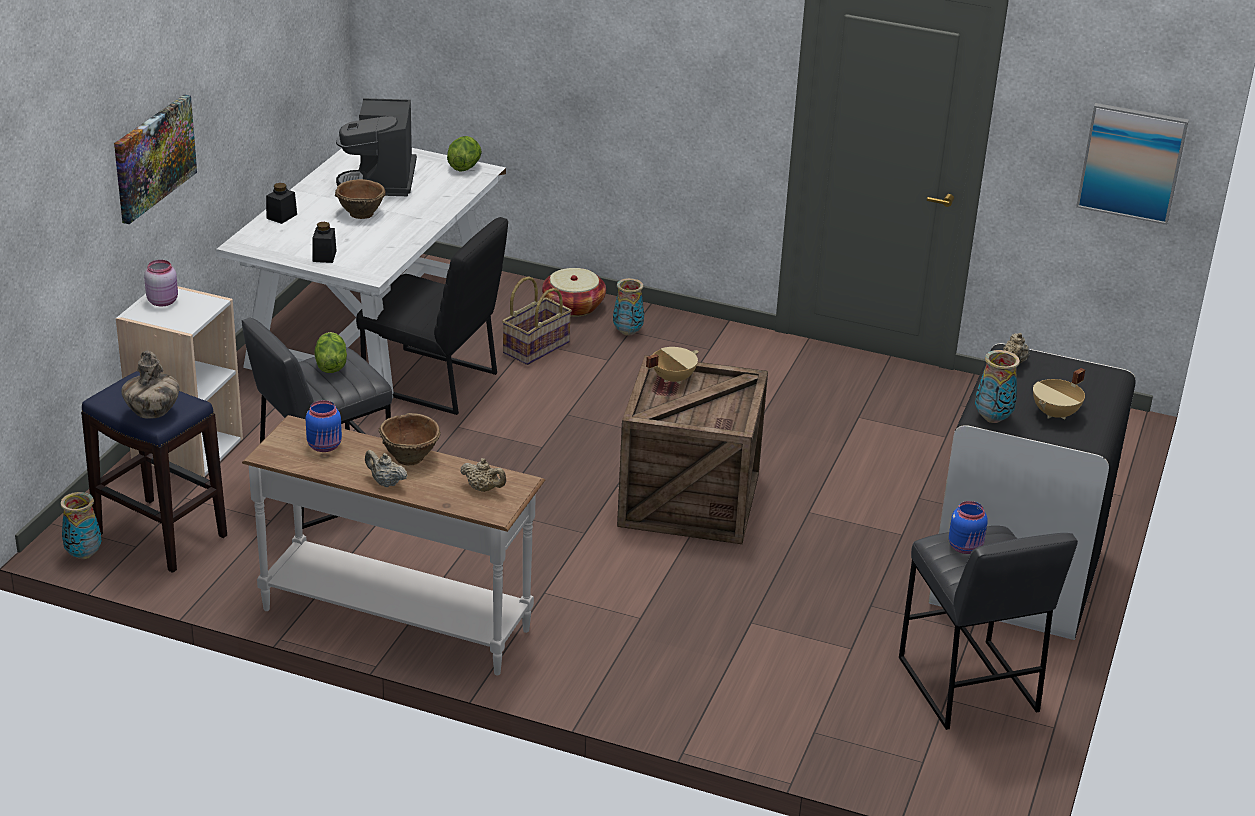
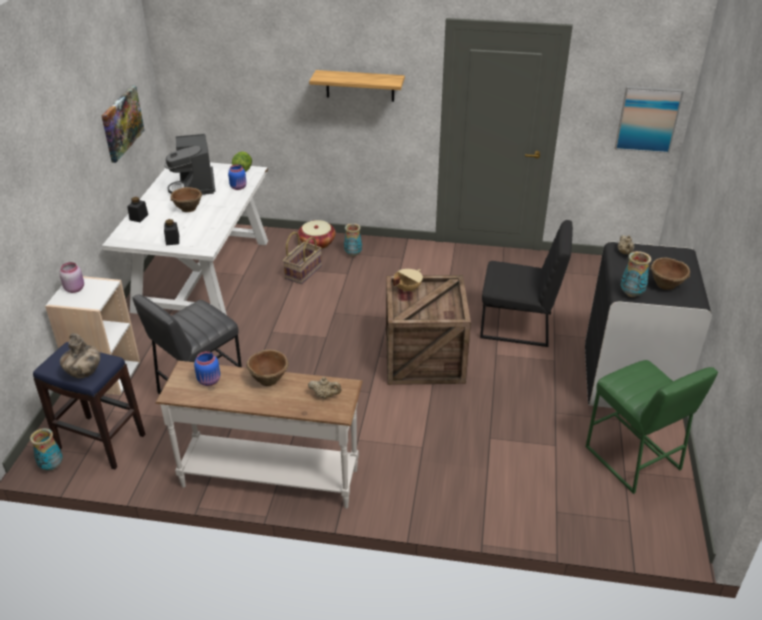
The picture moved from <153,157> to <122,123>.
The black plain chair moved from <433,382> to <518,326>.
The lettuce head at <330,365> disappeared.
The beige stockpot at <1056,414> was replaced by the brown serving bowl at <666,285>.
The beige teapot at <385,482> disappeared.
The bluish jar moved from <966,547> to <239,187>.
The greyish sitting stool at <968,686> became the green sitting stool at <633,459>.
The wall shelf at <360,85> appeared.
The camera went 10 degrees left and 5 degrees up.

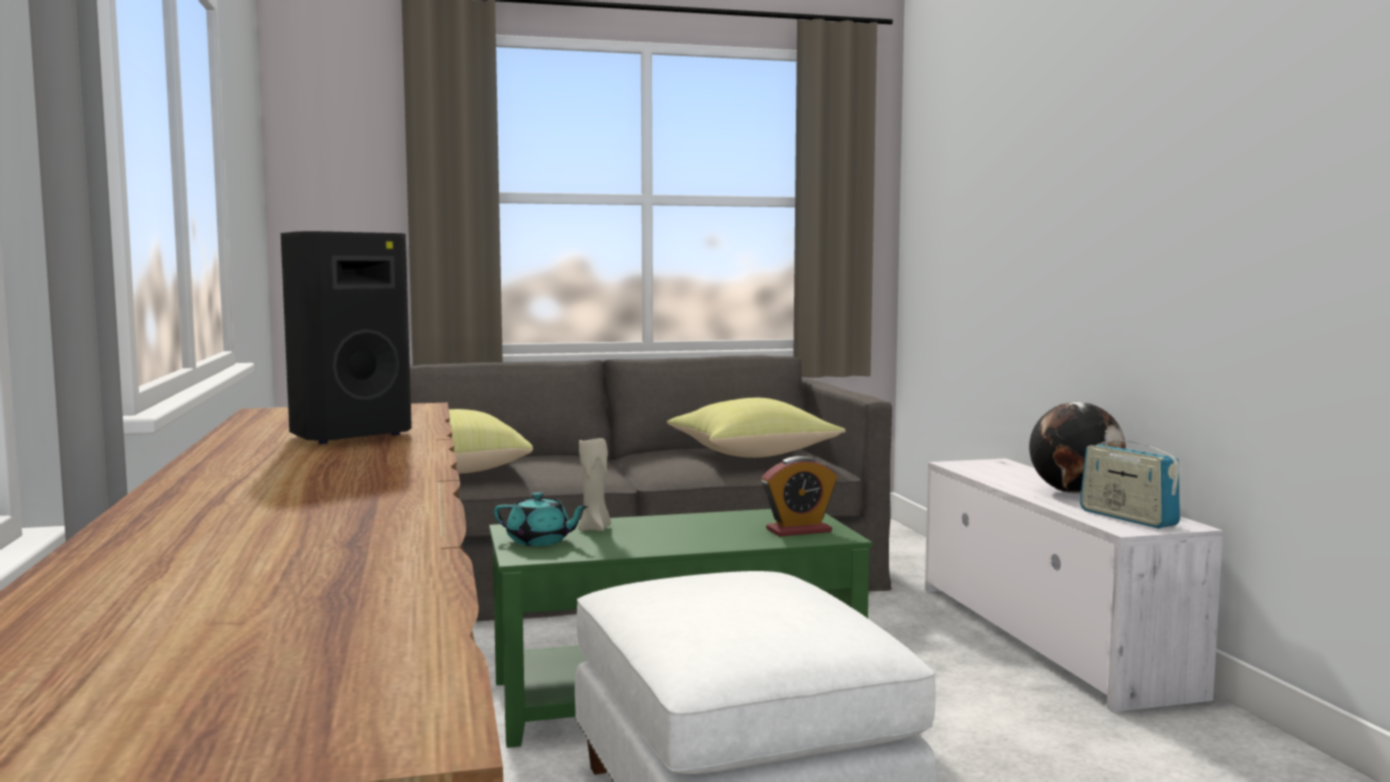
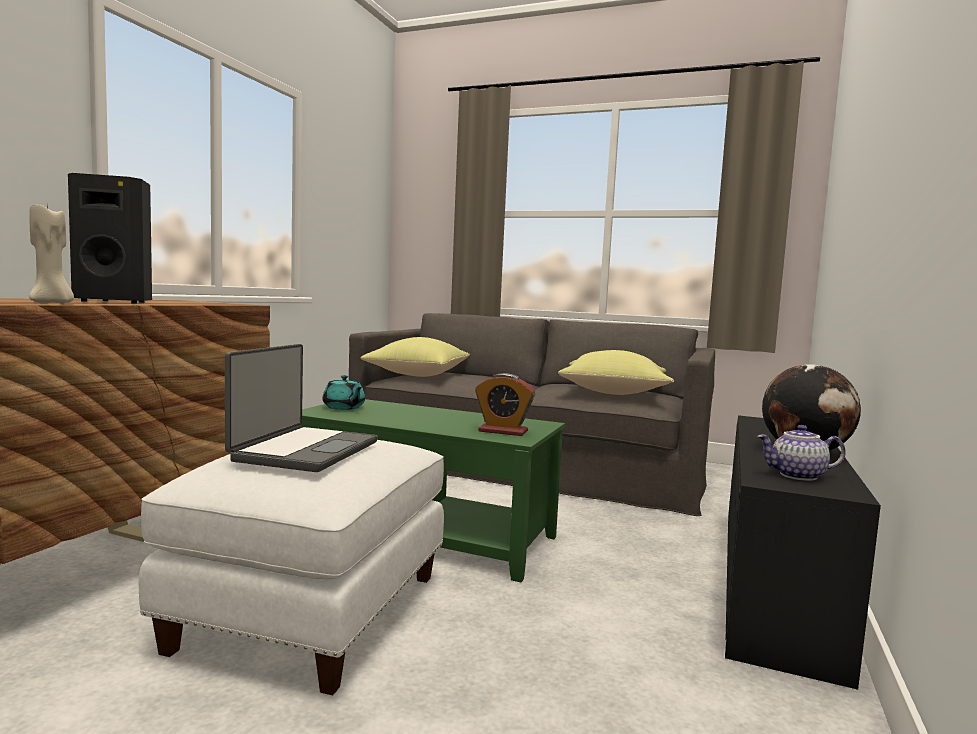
The radio at <1127,518> was replaced by the teapot at <797,476>.
The beige wax candle moved from <595,529> to <52,303>.
The white-coloured tv unit at <1049,637> became the black tv unit at <776,584>.
The laptop at <304,451> appeared.
The camera went 35 degrees right and 0 degrees up.

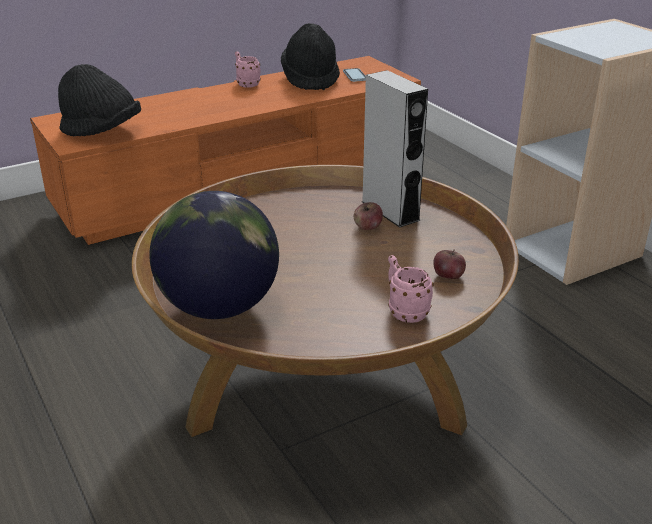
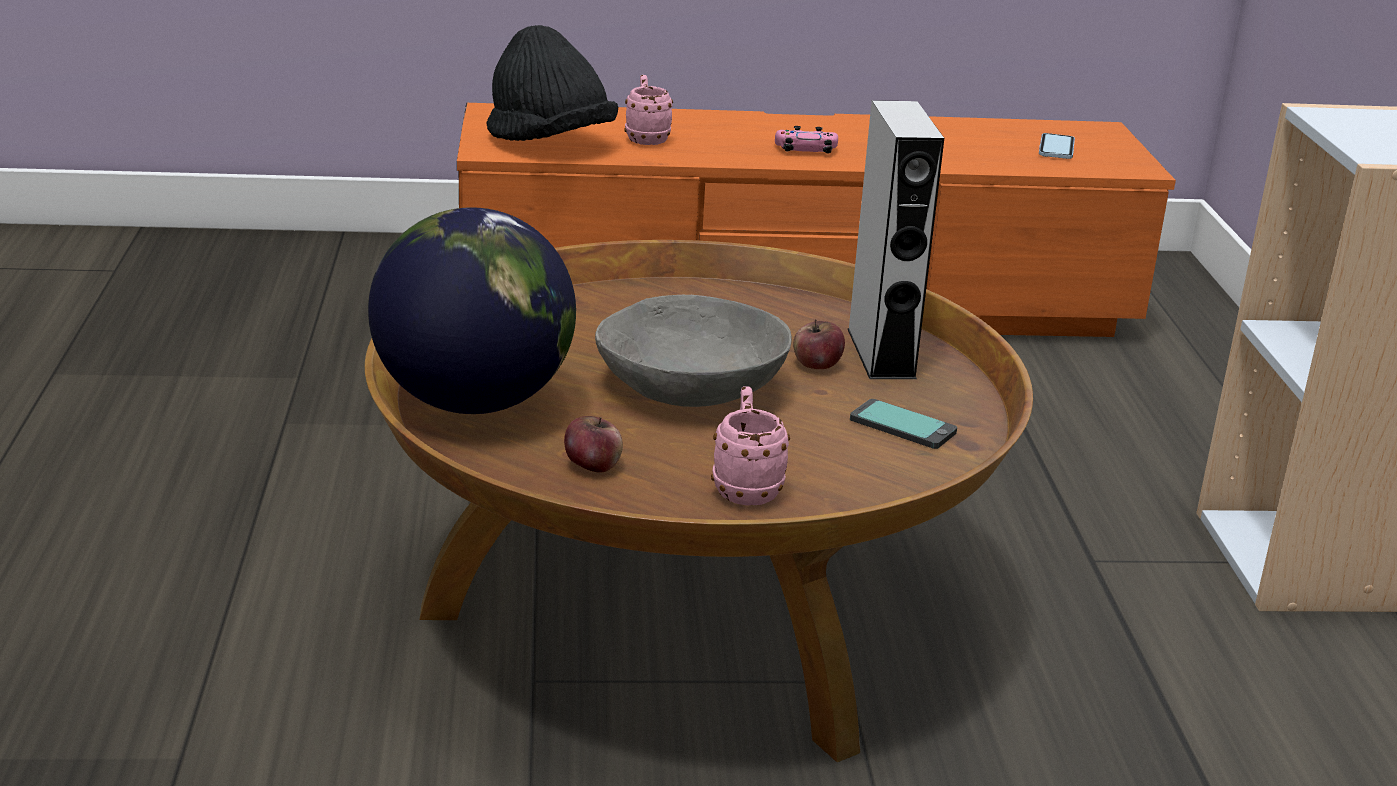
The black hat at <310,79> disappeared.
The pink tea mug moved from <246,84> to <646,138>.
The whole apple moved from <448,276> to <593,466>.
The pink game controller at <806,150> appeared.
The greyish serving bowl at <692,388> appeared.
The handset at <903,426> appeared.
The camera went 25 degrees right and 5 degrees down.

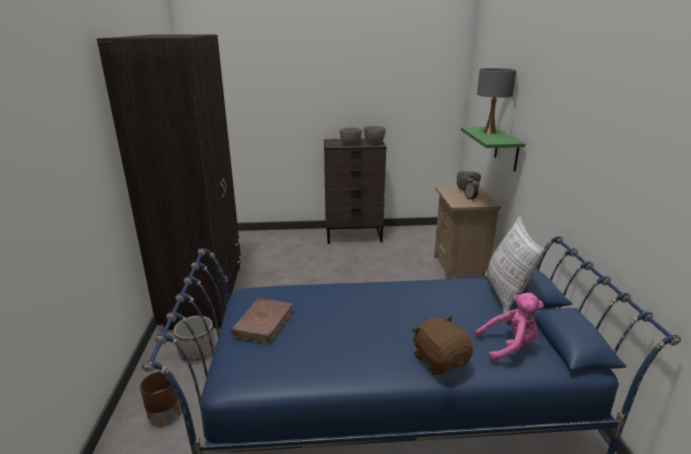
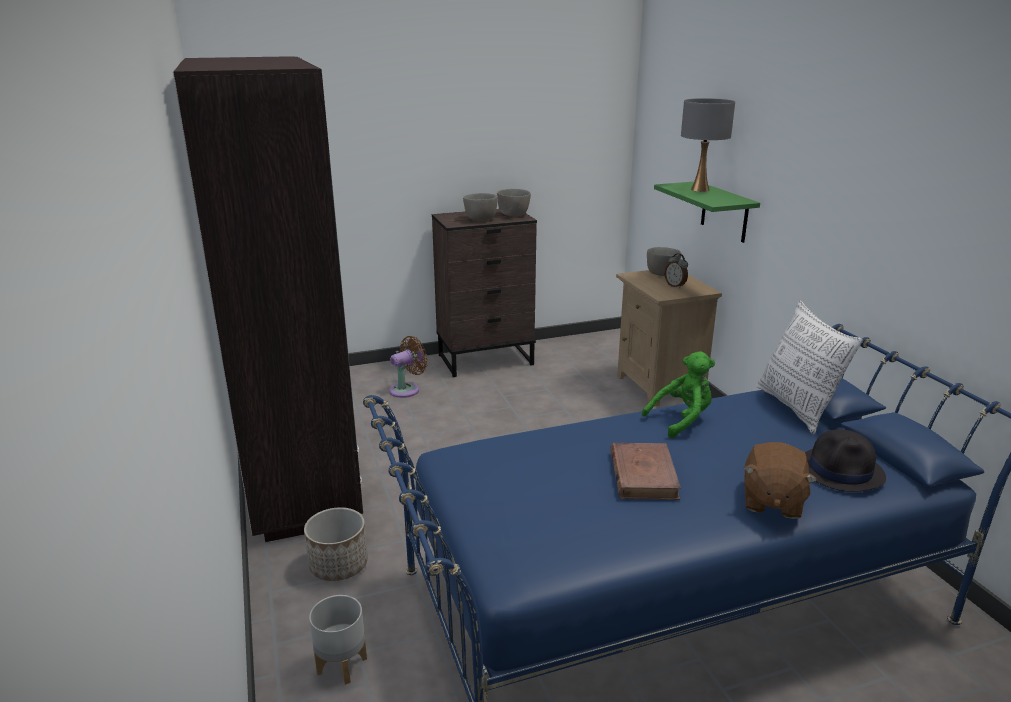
The pink cuddly toy at <509,346> was replaced by the black hat at <841,471>.
The brown book moved from <263,323> to <643,475>.
The brown cuddly toy at <440,360> turned 120 degrees counterclockwise.
The brown planter at <164,415> became the greyish planter at <341,665>.
The brown fan at <407,389> appeared.
The green cuddly toy at <681,420> appeared.
The camera went 15 degrees left and 0 degrees up.

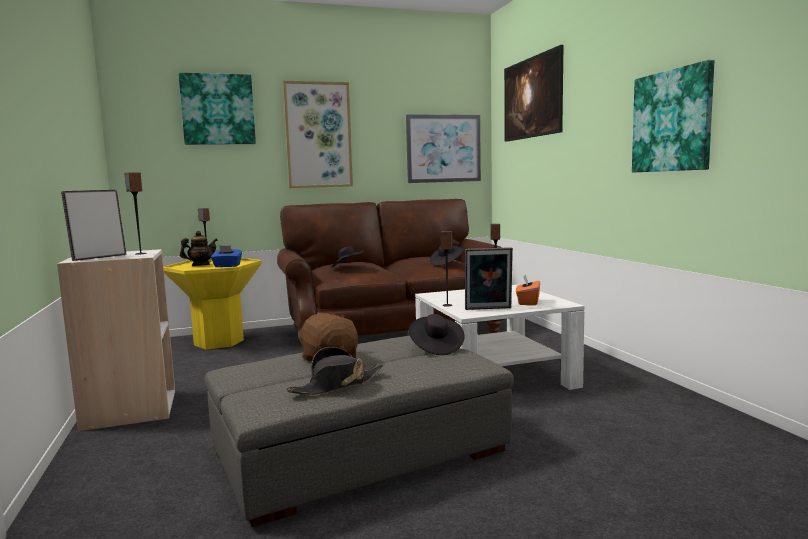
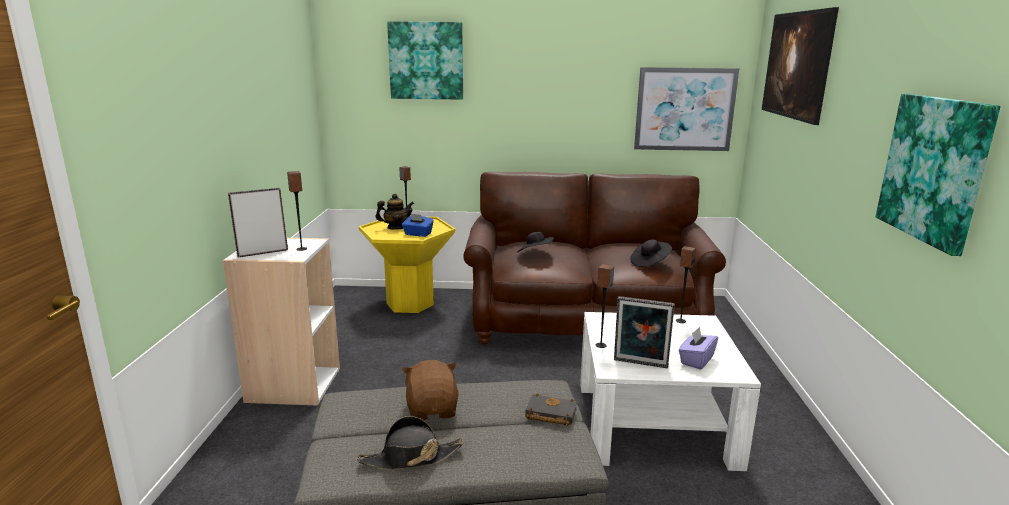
The picture at <318,135> disappeared.
The orange-coloured tissue holder at <527,302> became the purplish tissue holder at <696,360>.
The black hat at <435,347> was replaced by the black book at <549,414>.
The camera went 20 degrees right and 10 degrees up.

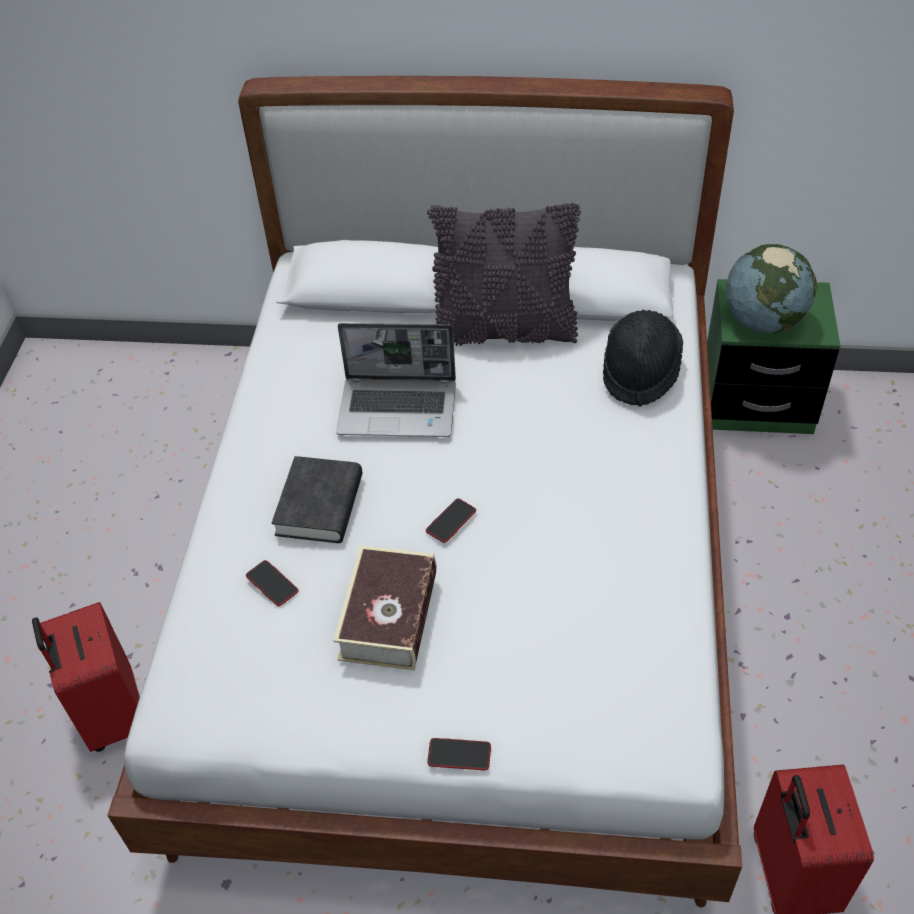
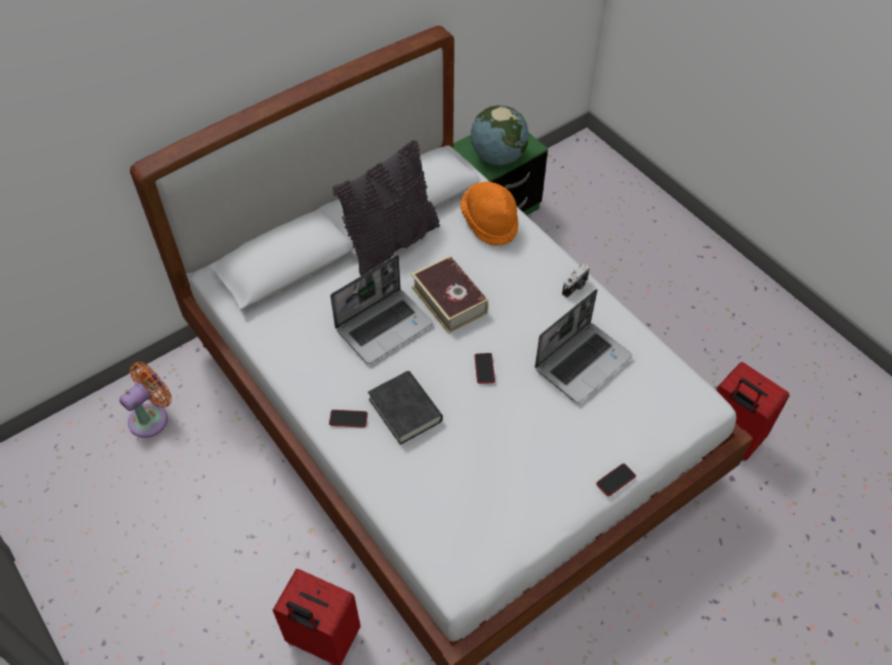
The black hat at <640,372> became the orange-coloured hat at <490,222>.
The book moved from <389,616> to <449,300>.
The handset moved from <272,584> to <348,419>.
The still camera at <575,287> appeared.
The laptop at <583,361> appeared.
The orange-coloured fan at <152,417> appeared.
The camera went 45 degrees left and 5 degrees up.

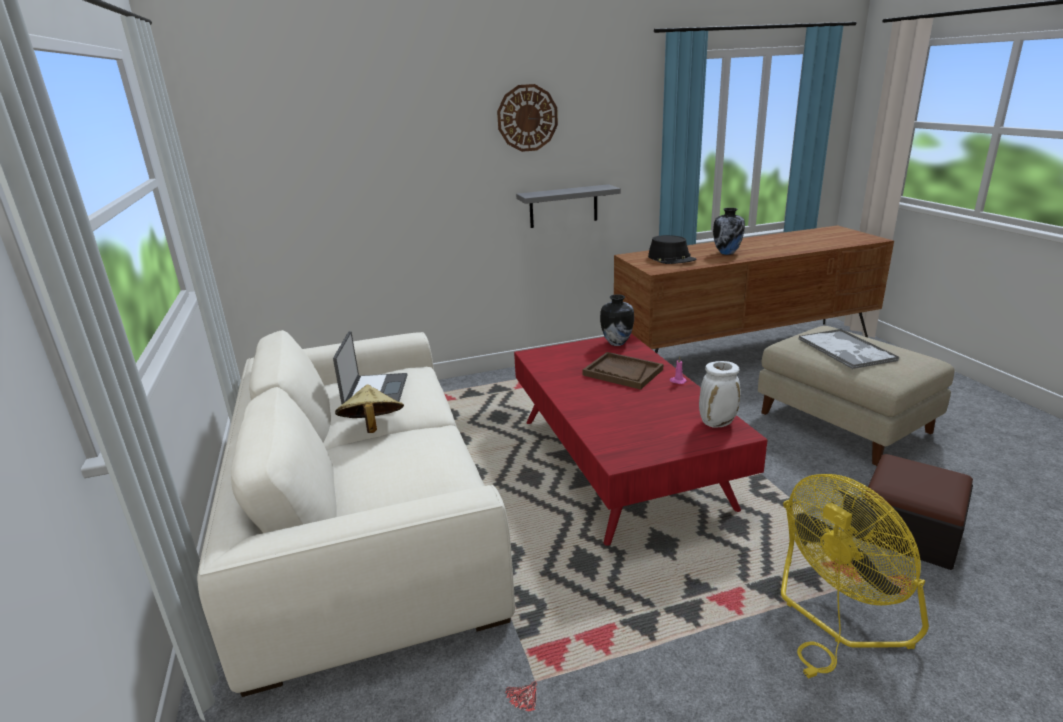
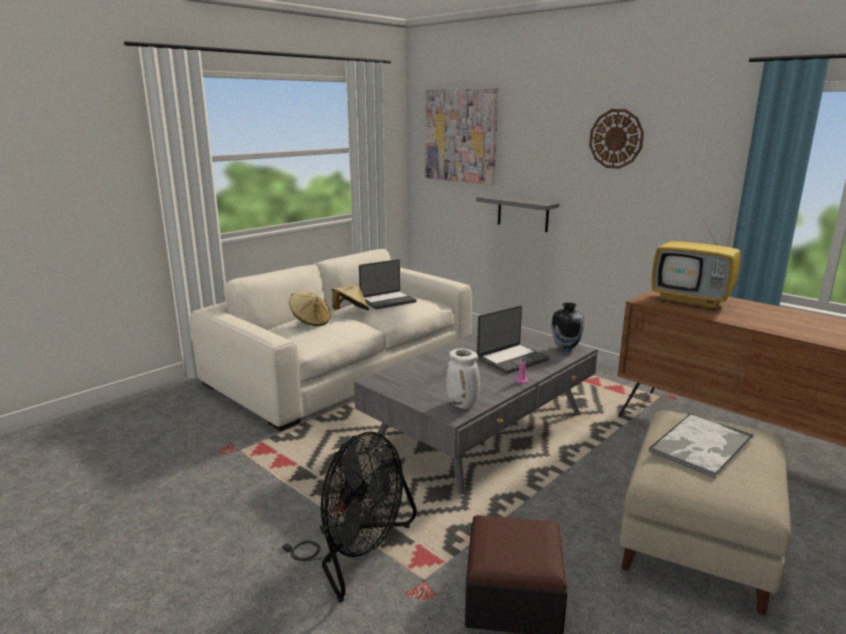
The greyish wall shelf moved from <563,206> to <523,213>.
The flower vase at <727,253> disappeared.
The black hat at <671,258> was replaced by the TV set at <692,301>.
The red lounge table at <621,460> became the greyish lounge table at <482,429>.
The brown carrying tray at <622,372> was replaced by the laptop at <511,359>.
The yellow-coloured fan at <831,617> became the black fan at <353,554>.
The picture at <461,135> appeared.
The beige hat at <311,322> appeared.
The camera went 60 degrees right and 5 degrees down.

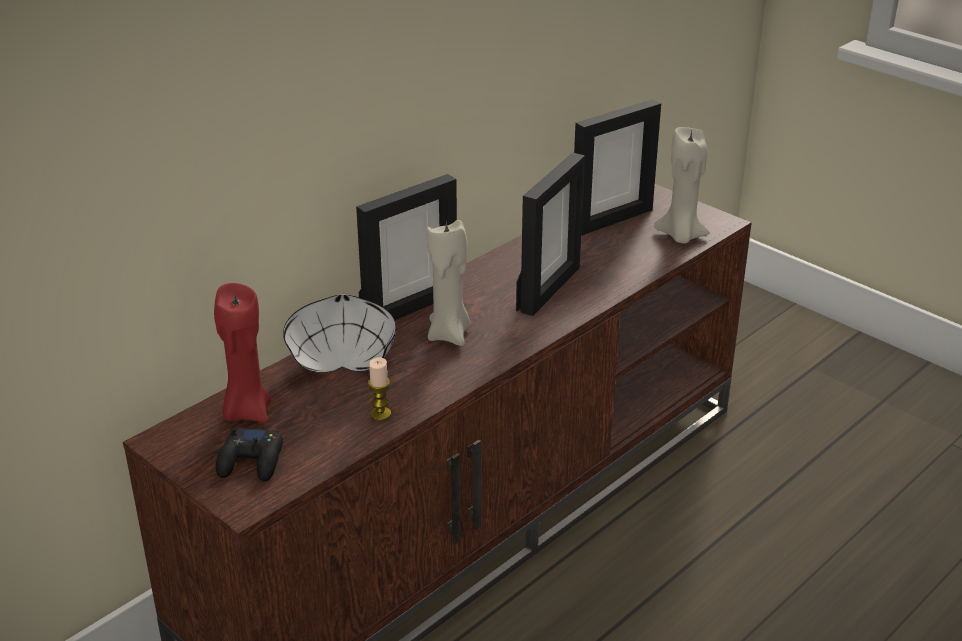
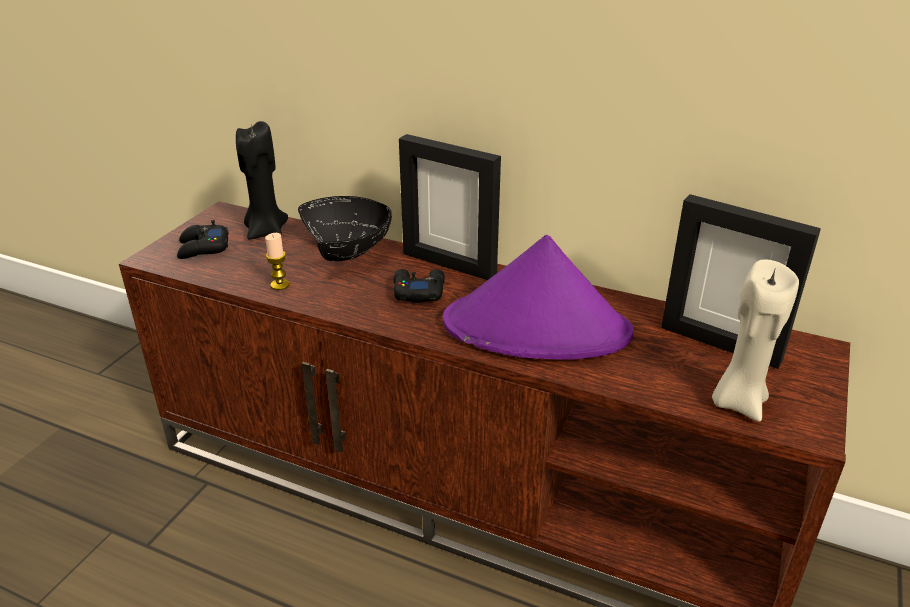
The photo frame at <548,288> was replaced by the purplish hat at <537,329>.
The beige wax candle at <449,334> was replaced by the black game controller at <418,291>.
The red wax candle at <247,411> became the black wax candle at <266,232>.
The white-coloured serving bowl at <341,360> became the black serving bowl at <351,251>.
The camera went 70 degrees right and 0 degrees up.

